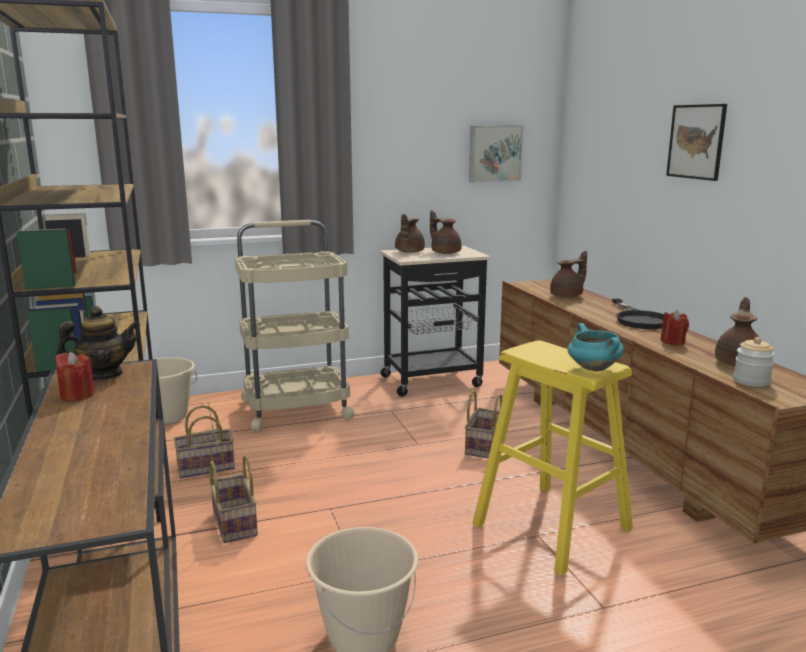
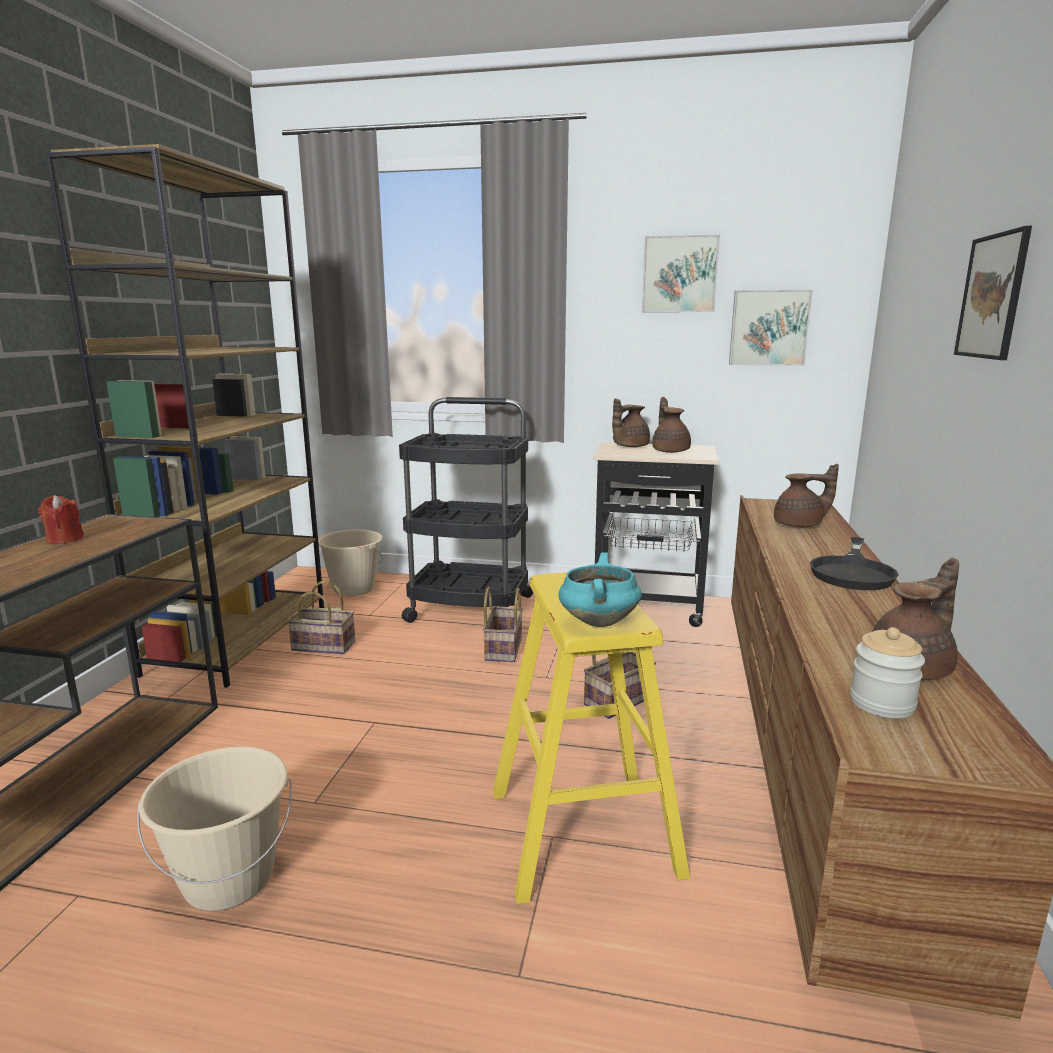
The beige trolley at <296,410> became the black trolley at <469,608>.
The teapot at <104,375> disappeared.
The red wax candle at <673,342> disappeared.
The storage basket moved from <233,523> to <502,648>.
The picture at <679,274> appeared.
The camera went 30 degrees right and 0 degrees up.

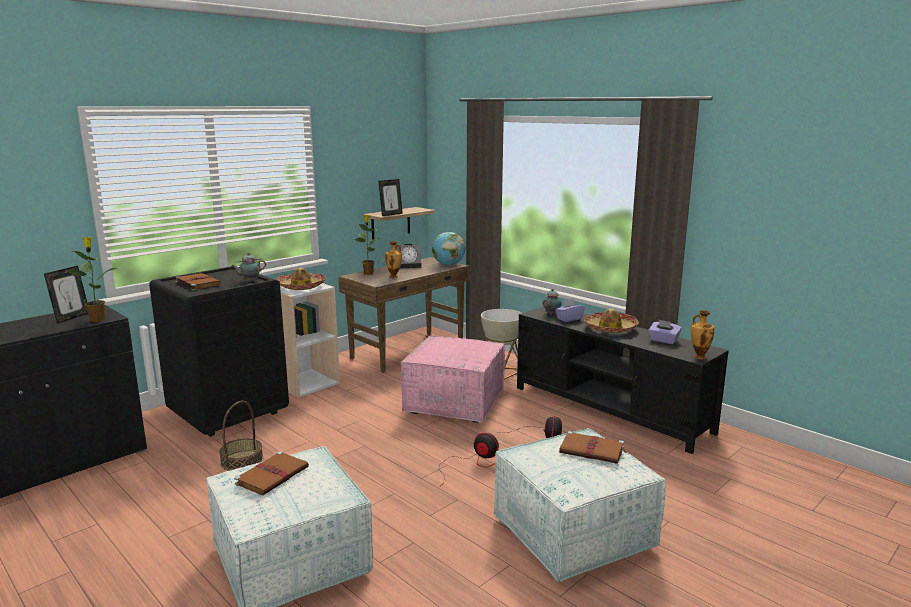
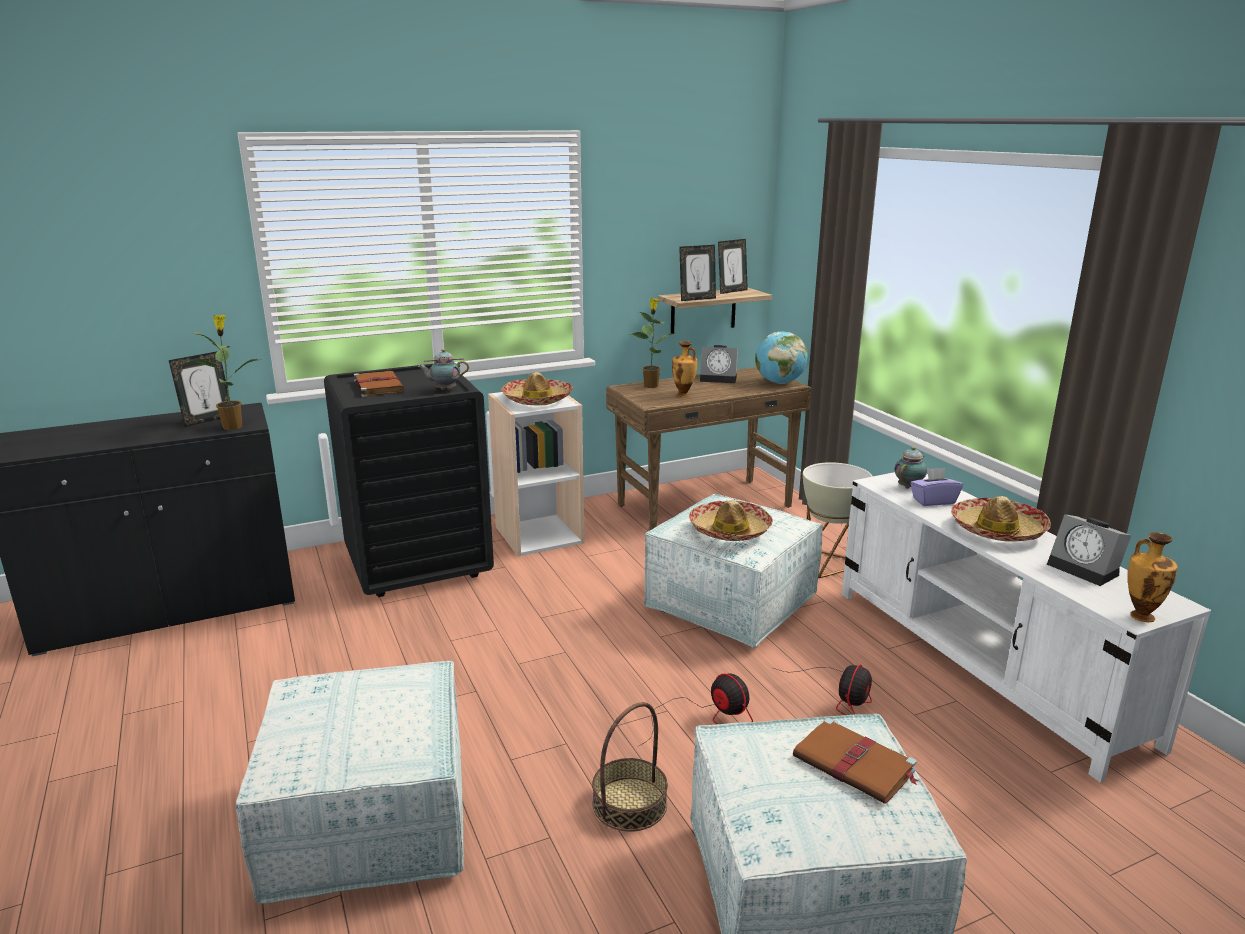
The black tv unit at <610,410> became the white-coloured tv unit at <983,663>.
The purplish tissue holder at <663,340> was replaced by the table clock at <1086,569>.
The pink footrest at <455,403> became the white-coloured footrest at <731,605>.
The storage basket moved from <242,461> to <629,803>.
The brown book at <273,475> disappeared.
The photo frame at <731,291> appeared.
The hat at <730,530> appeared.
The camera went 20 degrees right and 5 degrees up.

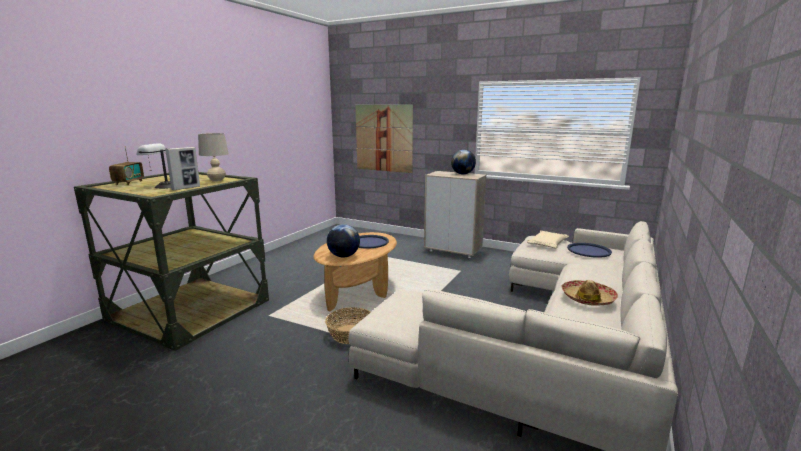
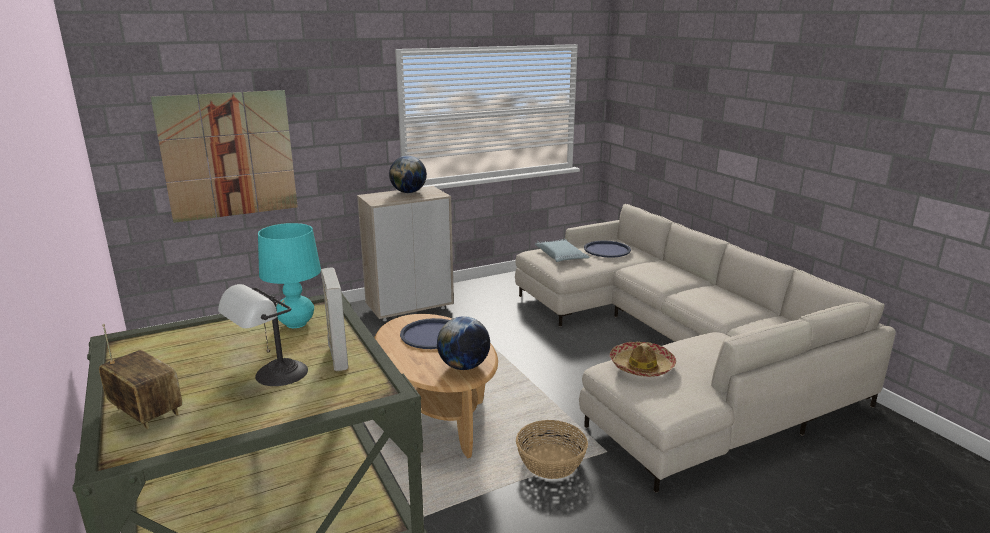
The beige lamp for a table at <217,180> became the blue-green lamp for a table at <296,324>.
The beige throw pillow at <547,243> became the bluish throw pillow at <561,255>.
The hat moved from <587,298> to <642,366>.
The camera went 55 degrees left and 5 degrees up.

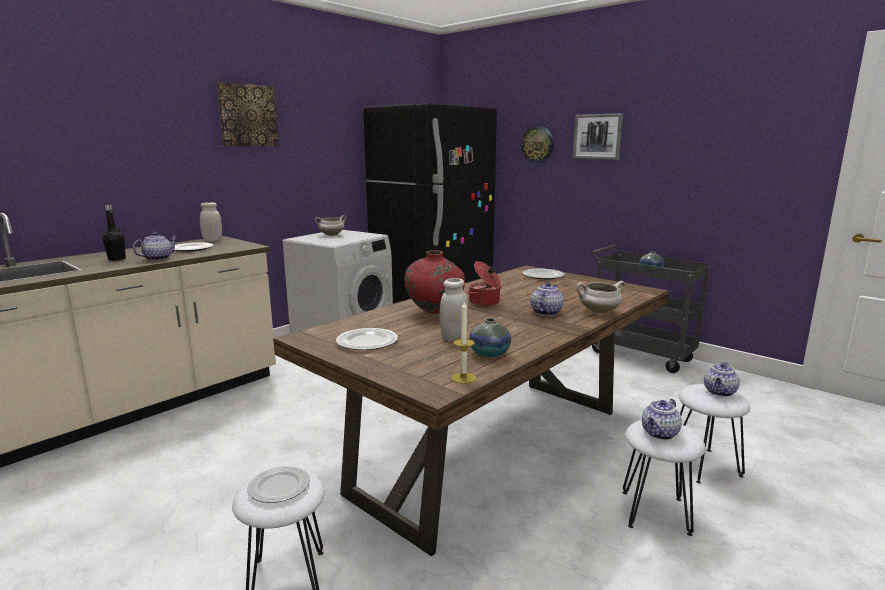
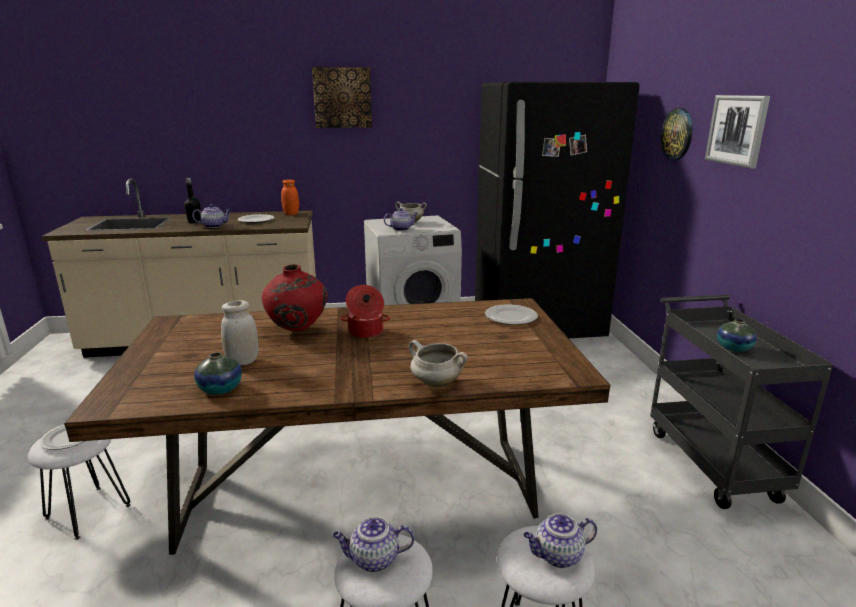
The white-coloured jar at <212,240> became the orange-coloured jar at <291,214>.
The teapot moved from <546,312> to <401,229>.
The wax candle at <463,378> disappeared.
The dinner plate at <367,341> disappeared.
The camera went 40 degrees right and 5 degrees up.

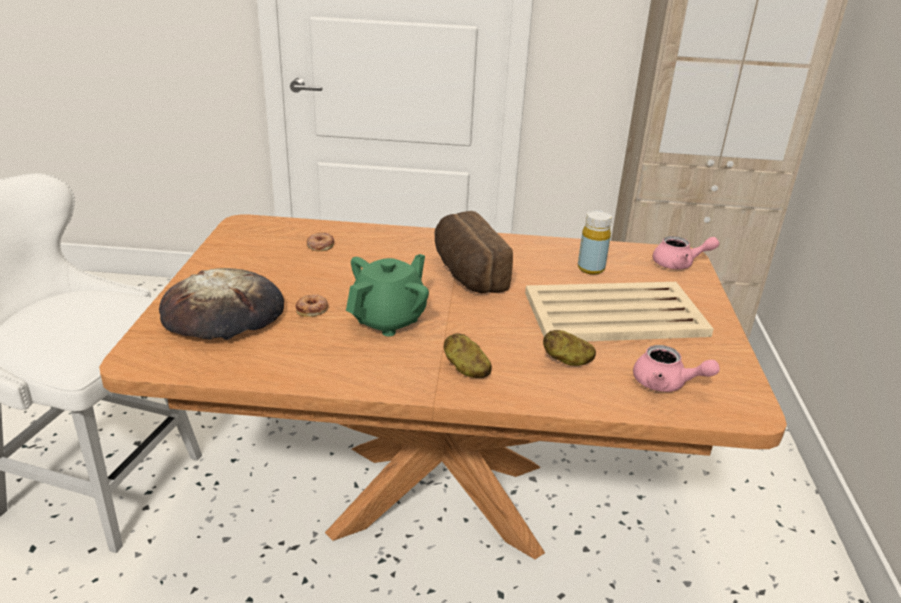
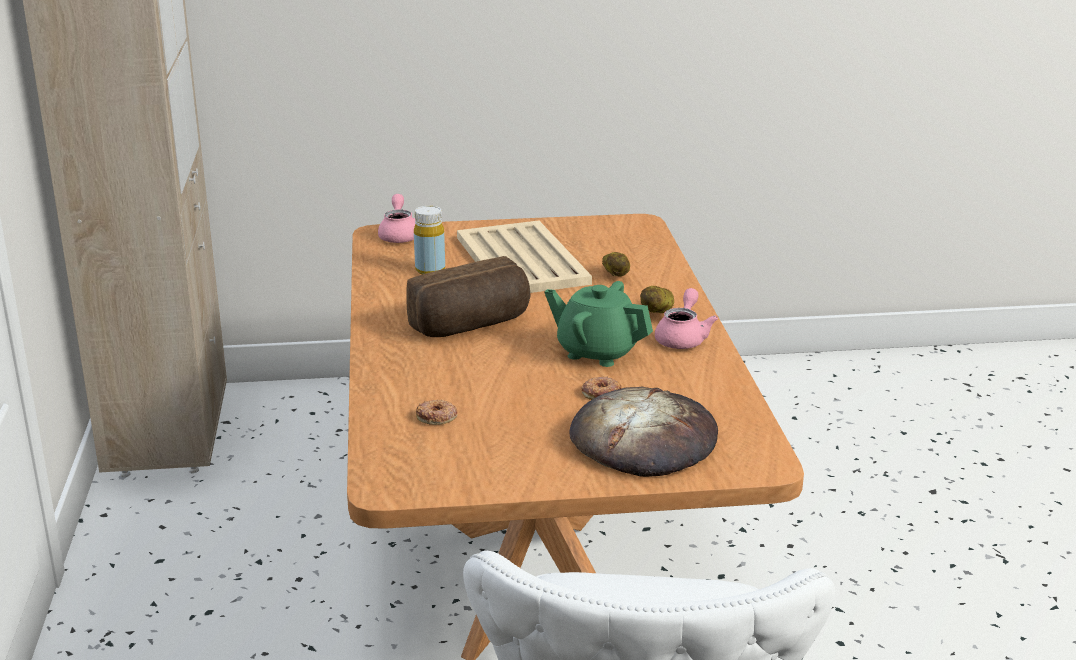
The pink teapot moved from <666,384> to <683,338>.
The camera went 100 degrees left and 5 degrees down.

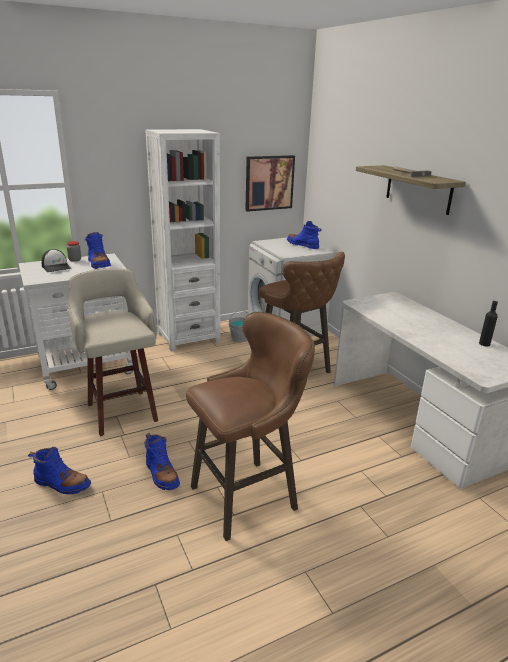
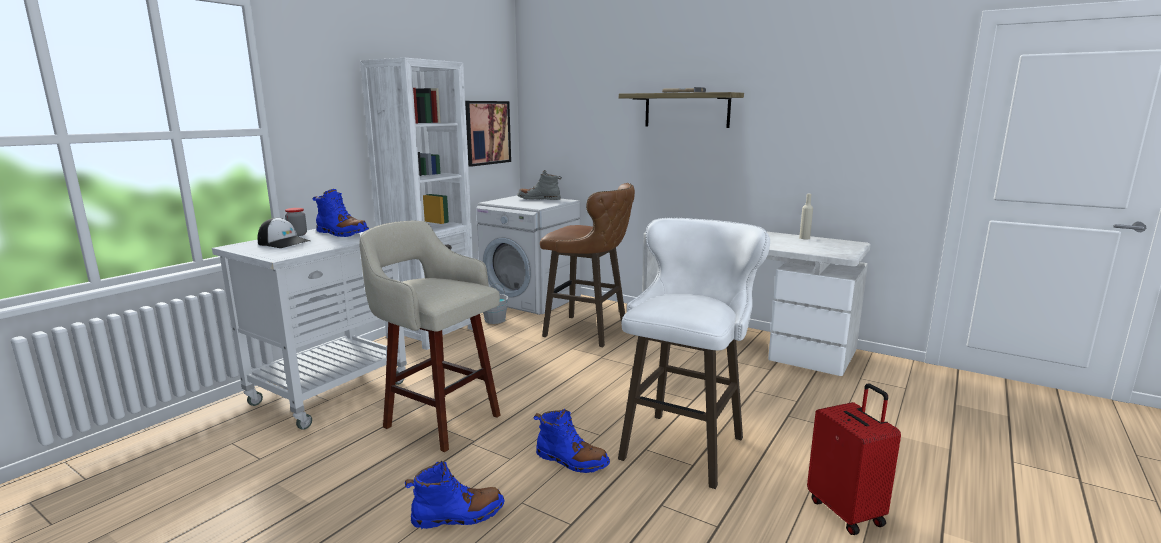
The bluish boot at <302,245> became the greyish boot at <539,199>.
The black bottle at <484,344> became the beige bottle at <804,238>.
The brown sitting stool at <247,496> became the white-coloured sitting stool at <684,445>.
The red piece of luggage at <847,511> appeared.
The camera went 30 degrees left and 10 degrees down.

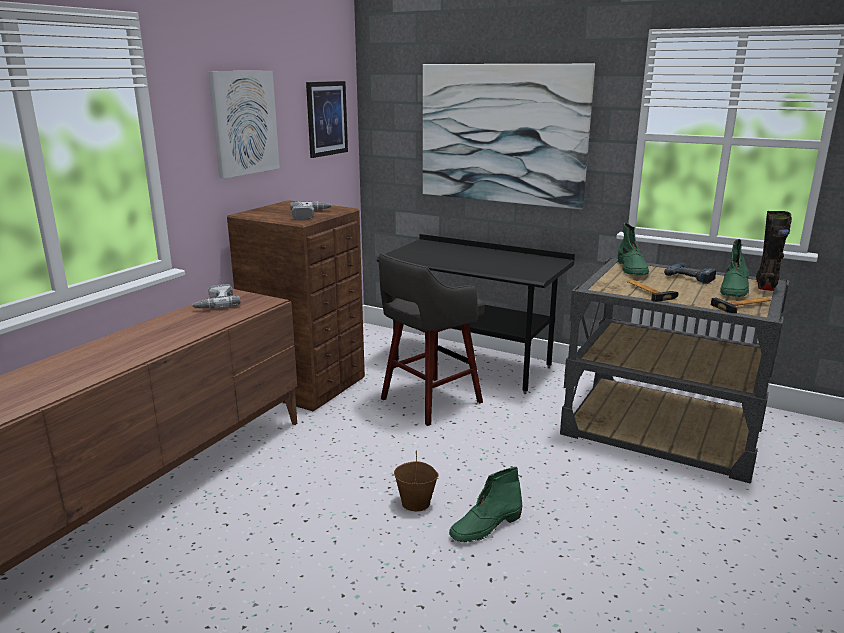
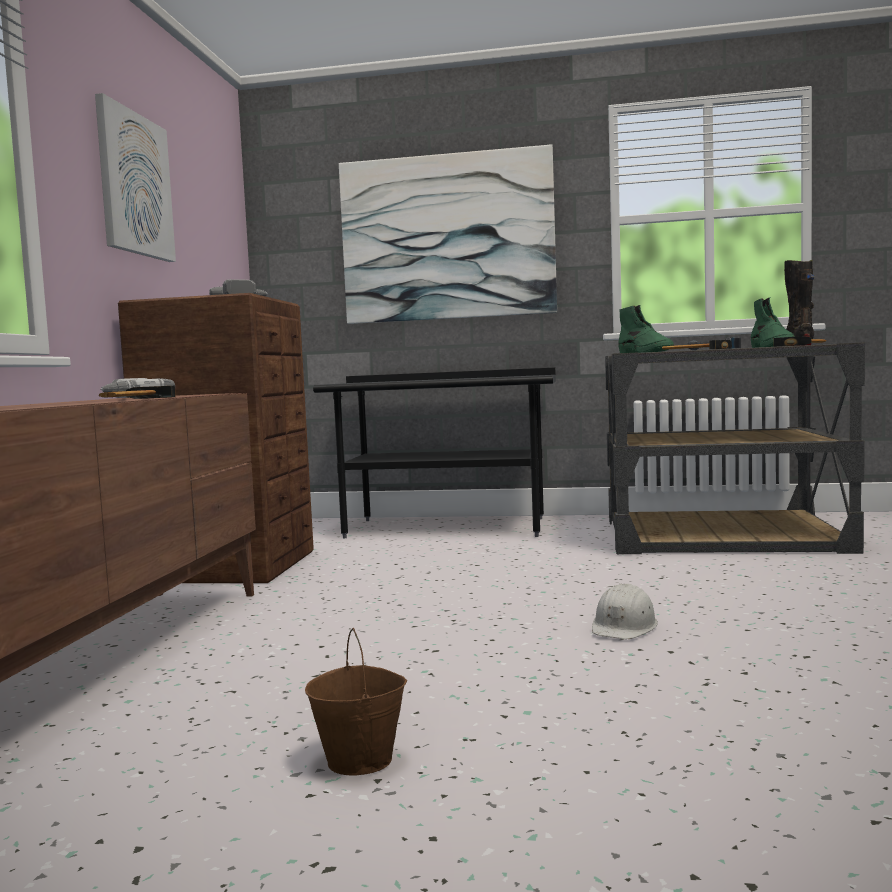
The picture at <326,118> disappeared.
The greyish sitting stool at <428,401> disappeared.
The brown pail moved from <416,503> to <361,760>.
The green boot at <485,526> was replaced by the white-coloured work helmet at <624,626>.
The hammer at <130,399> appeared.
The camera went 20 degrees left and 15 degrees down.

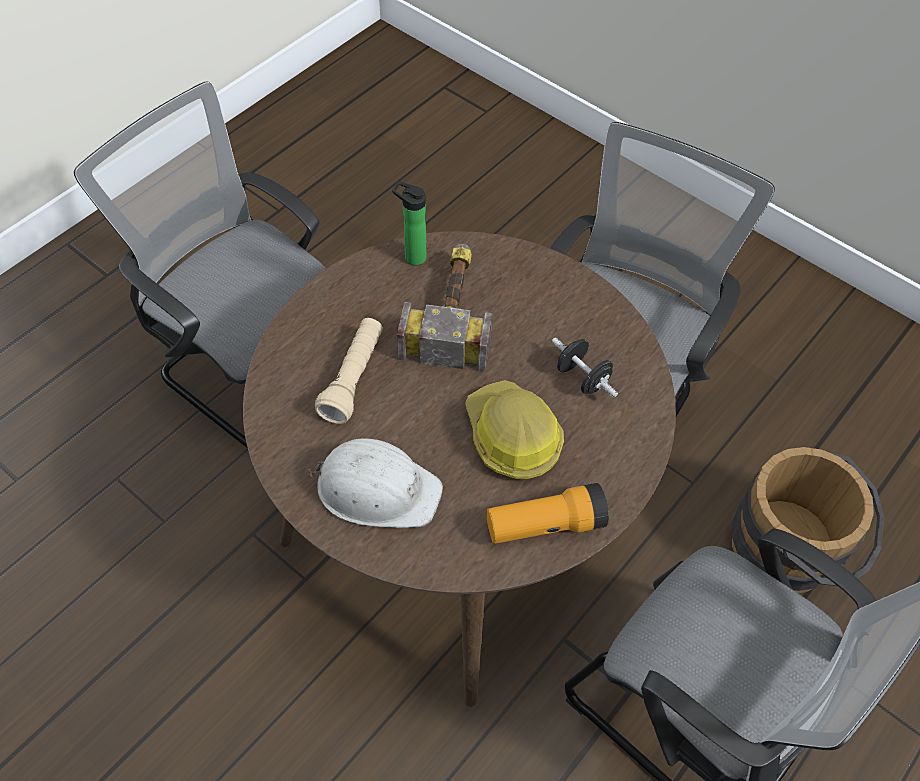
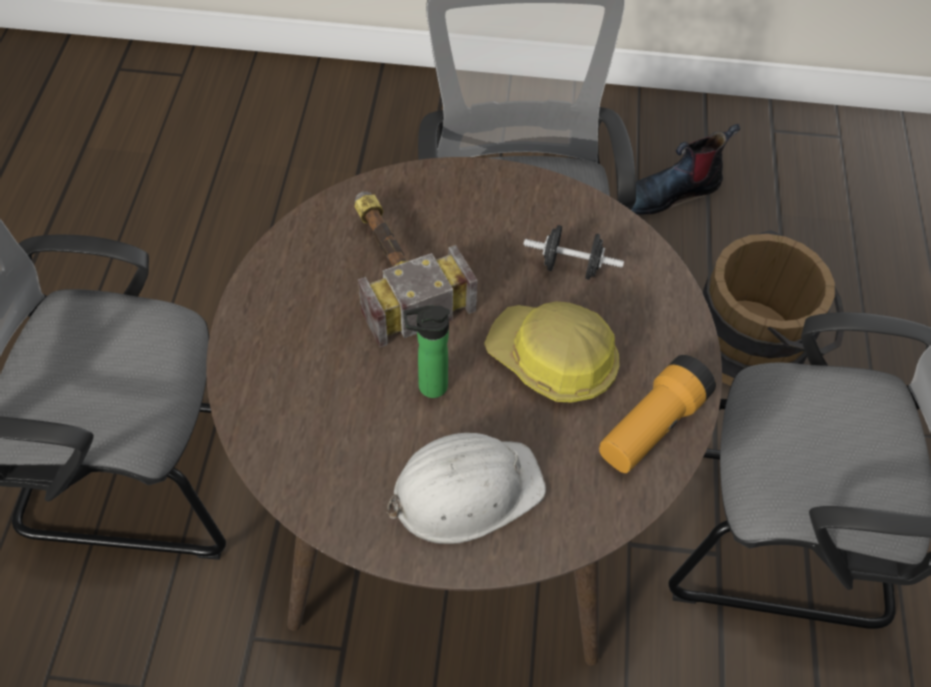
The bottle moved from <412,256> to <428,387>.
The beige hand torch at <353,378> disappeared.
The boot at <671,192> appeared.
The camera went 35 degrees left and 0 degrees up.

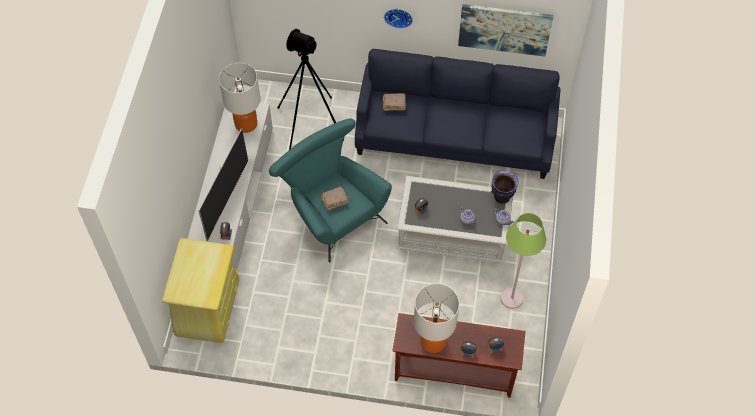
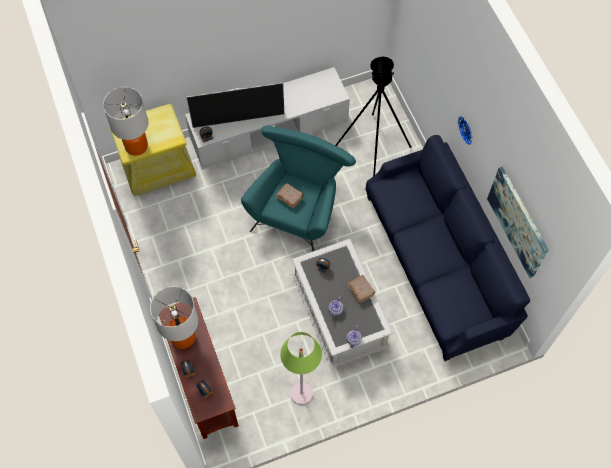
The lamp for a table moved from <246,124> to <136,146>.
The brown book moved from <393,104> to <361,290>.
The flower vase at <502,197> disappeared.
The camera went 60 degrees right and 5 degrees up.

